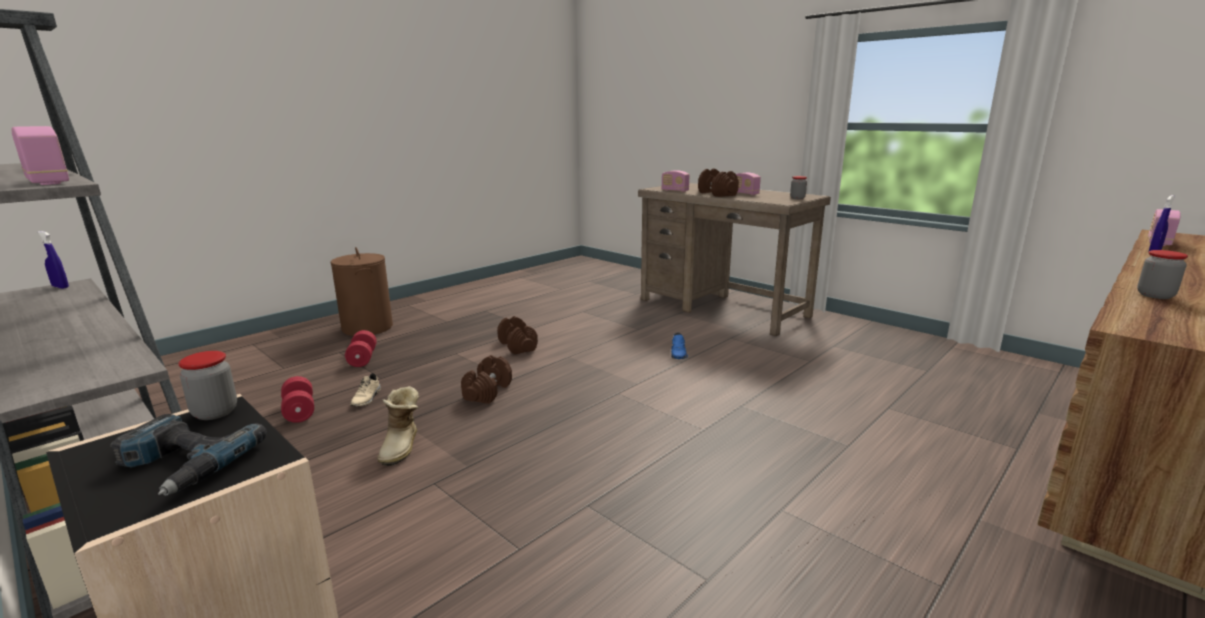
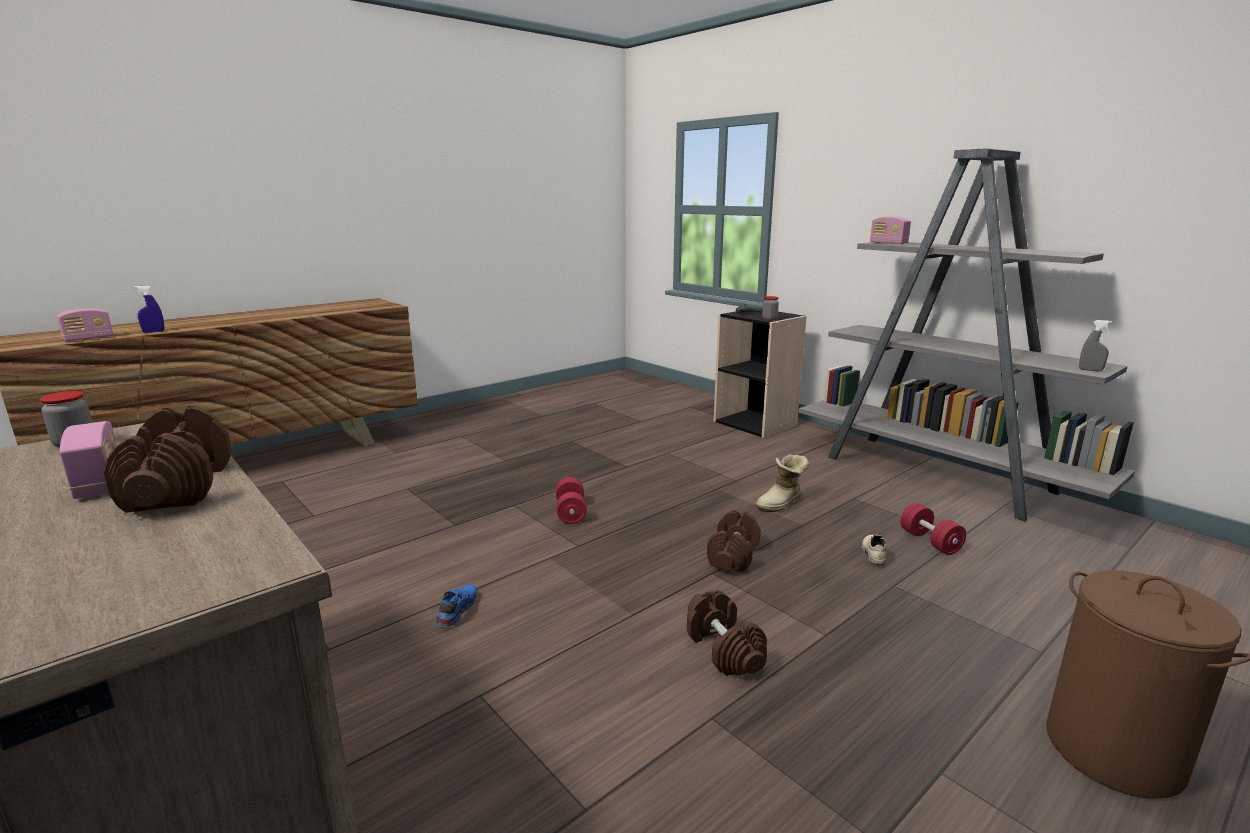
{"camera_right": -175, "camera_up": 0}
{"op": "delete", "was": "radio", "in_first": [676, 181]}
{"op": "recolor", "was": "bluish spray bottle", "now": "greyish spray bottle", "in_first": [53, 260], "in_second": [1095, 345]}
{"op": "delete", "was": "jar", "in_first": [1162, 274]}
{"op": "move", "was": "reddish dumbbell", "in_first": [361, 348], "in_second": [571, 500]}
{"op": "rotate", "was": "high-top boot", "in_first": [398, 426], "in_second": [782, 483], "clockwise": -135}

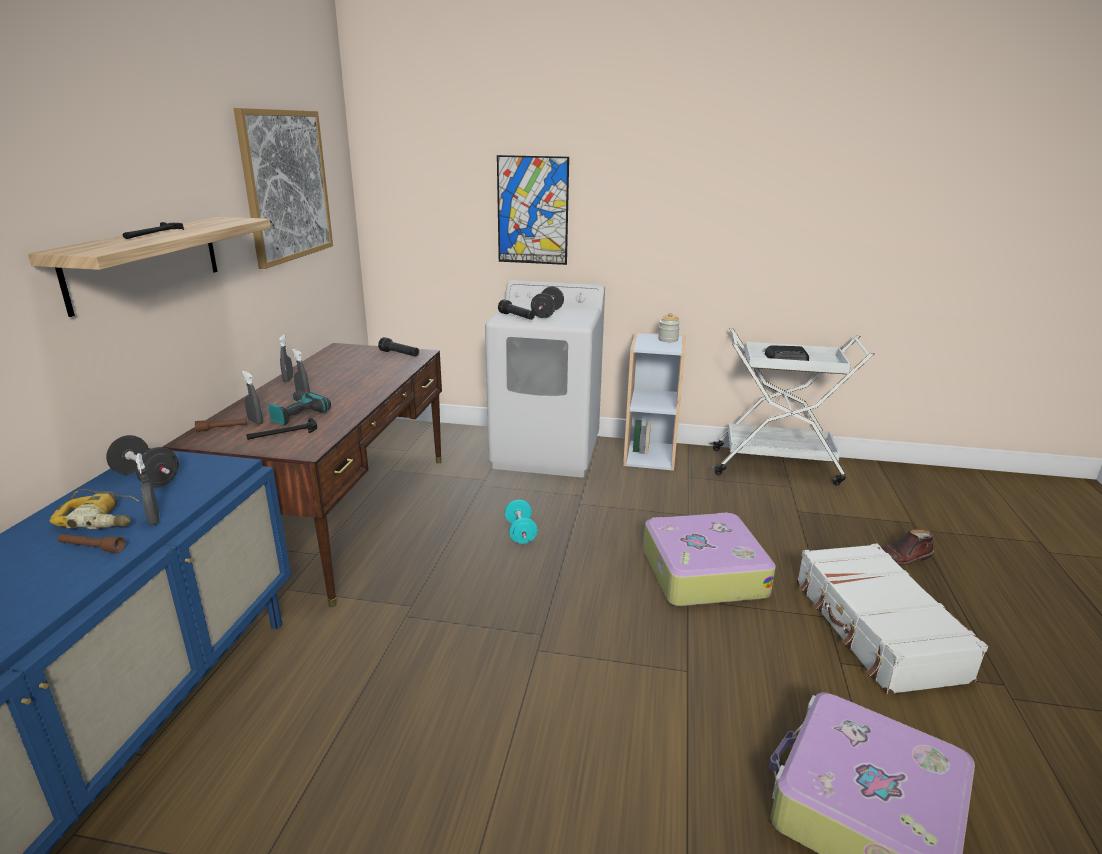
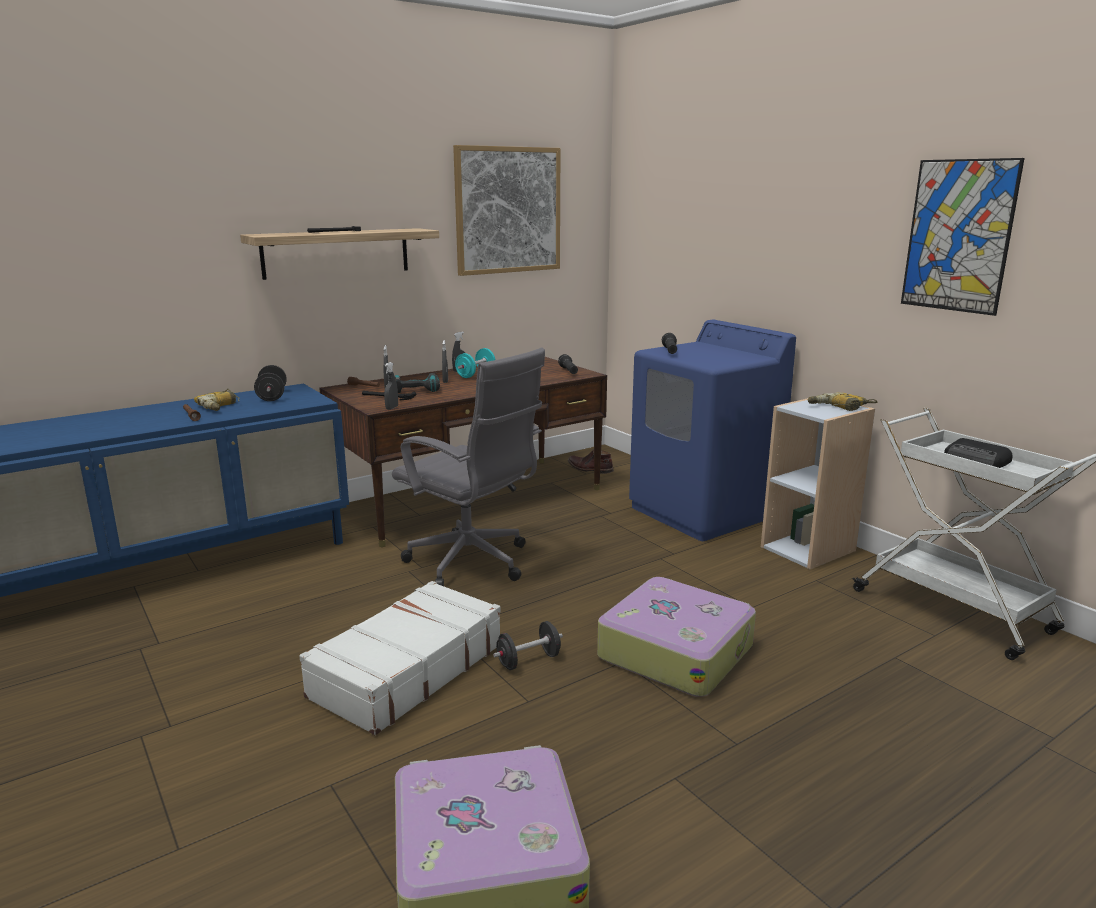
{"camera_right": 45, "camera_up": -5}
{"op": "move", "was": "wall art", "in_first": [533, 210], "in_second": [963, 237]}
{"op": "recolor", "was": "white laundry appliance", "now": "bluish laundry appliance", "in_first": [545, 378], "in_second": [712, 430]}
{"op": "move", "was": "black dumbbell", "in_first": [547, 302], "in_second": [528, 645]}
{"op": "replace", "was": "jar", "now": "electric drill", "in_first": [669, 327], "in_second": [842, 401]}
{"op": "move", "was": "greyish spray bottle", "in_first": [147, 489], "in_second": [391, 386]}
{"op": "move", "was": "turquoise-coloured dumbbell", "in_first": [521, 522], "in_second": [475, 363]}
{"op": "move", "was": "brownish high-top boot", "in_first": [907, 547], "in_second": [591, 461]}
{"op": "move", "was": "white suitcase", "in_first": [892, 619], "in_second": [400, 658]}
{"op": "insert", "now": "greyish desk chair", "in_second": [468, 467]}

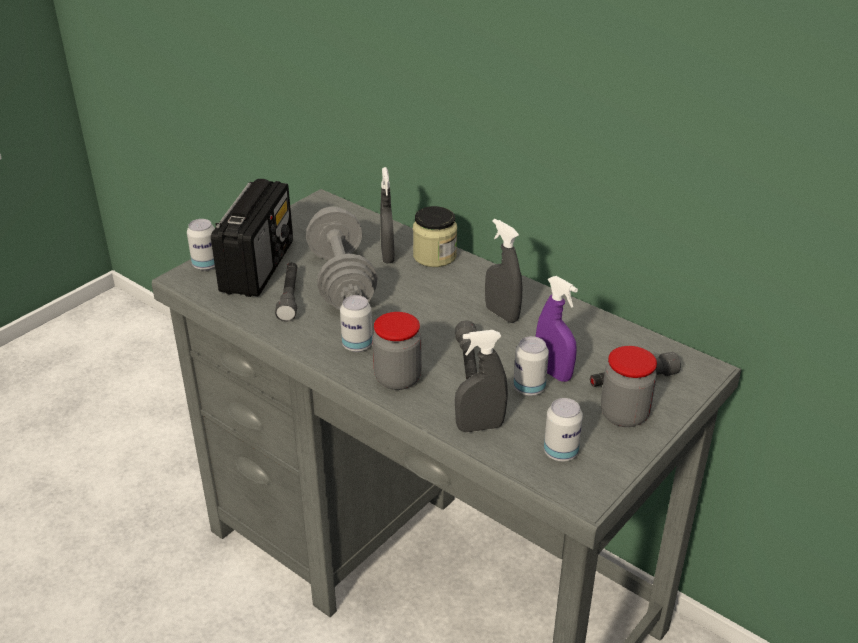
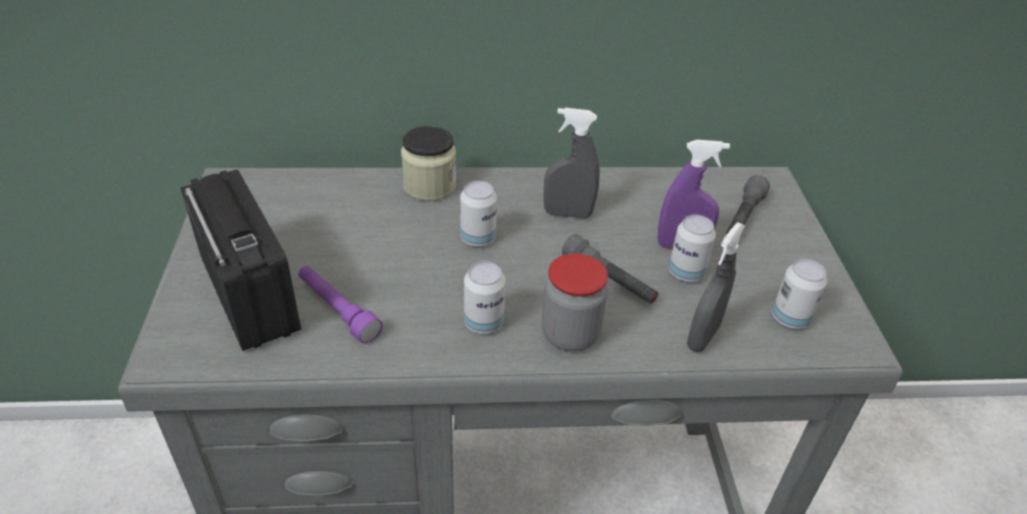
{"camera_right": -45, "camera_up": 5}
{"op": "delete", "was": "greyish spray bottle", "in_first": [387, 215]}
{"op": "delete", "was": "greyish dumbbell", "in_first": [341, 258]}
{"op": "move", "was": "can", "in_first": [201, 245], "in_second": [478, 214]}
{"op": "recolor", "was": "greyish hand torch", "now": "purple-coloured hand torch", "in_first": [286, 292], "in_second": [340, 305]}
{"op": "delete", "was": "jar", "in_first": [629, 386]}

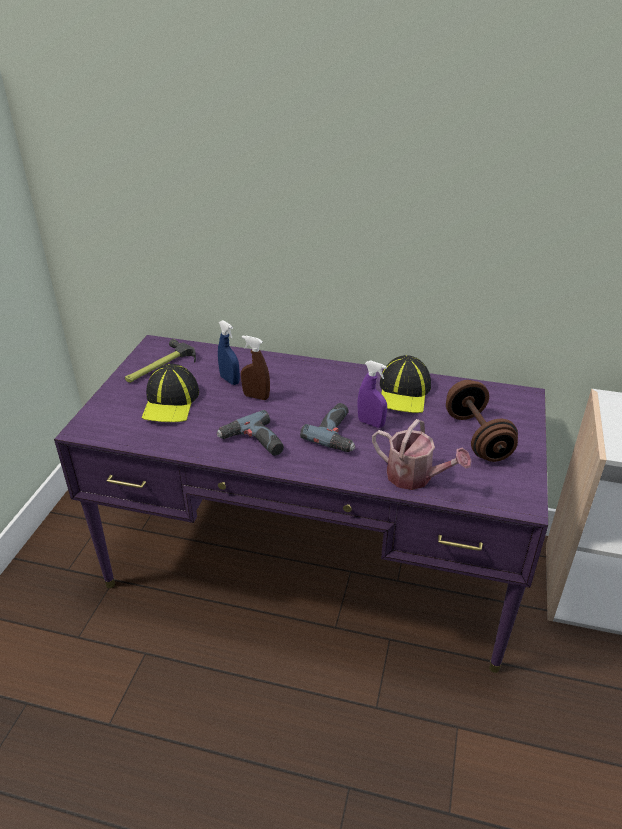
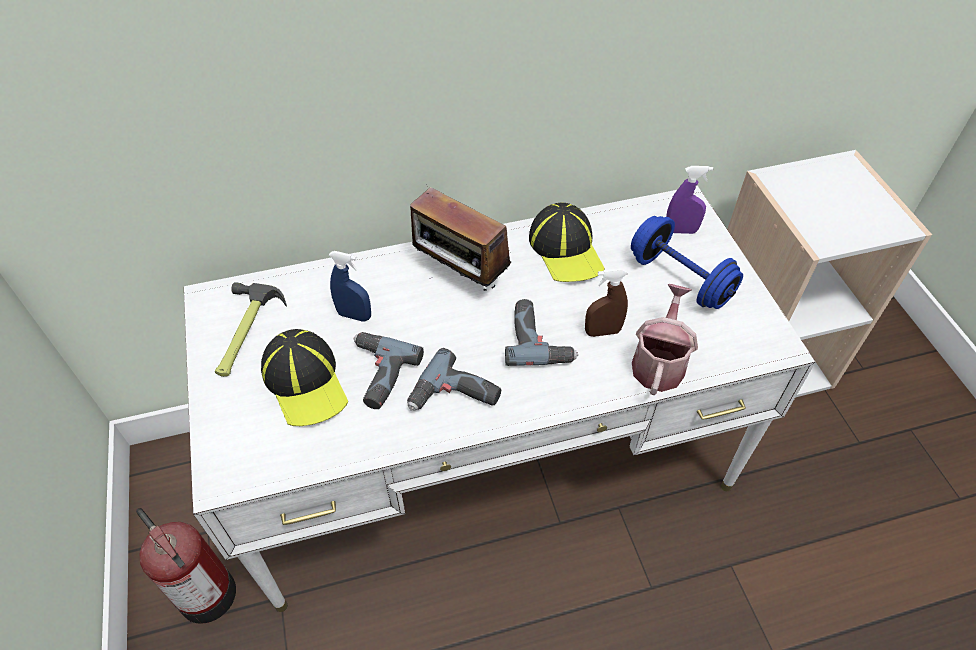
{"camera_right": -30, "camera_up": 15}
{"op": "recolor", "was": "purple-coloured desk unit", "now": "white desk unit", "in_first": [301, 504], "in_second": [499, 399]}
{"op": "move", "was": "brownish spray bottle", "in_first": [255, 367], "in_second": [606, 302]}
{"op": "move", "was": "purple-coloured spray bottle", "in_first": [372, 394], "in_second": [689, 200]}
{"op": "recolor", "was": "brownish dumbbell", "now": "bluish dumbbell", "in_first": [482, 421], "in_second": [687, 262]}
{"op": "rotate", "was": "watering pot", "in_first": [421, 454], "in_second": [665, 339], "clockwise": -75}
{"op": "insert", "now": "radio", "in_second": [460, 238]}
{"op": "insert", "now": "electric drill", "in_second": [388, 370]}
{"op": "insert", "now": "fire-fighting cylinder", "in_second": [186, 566]}

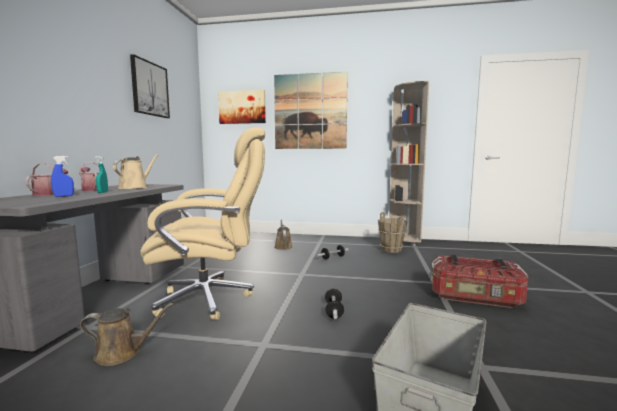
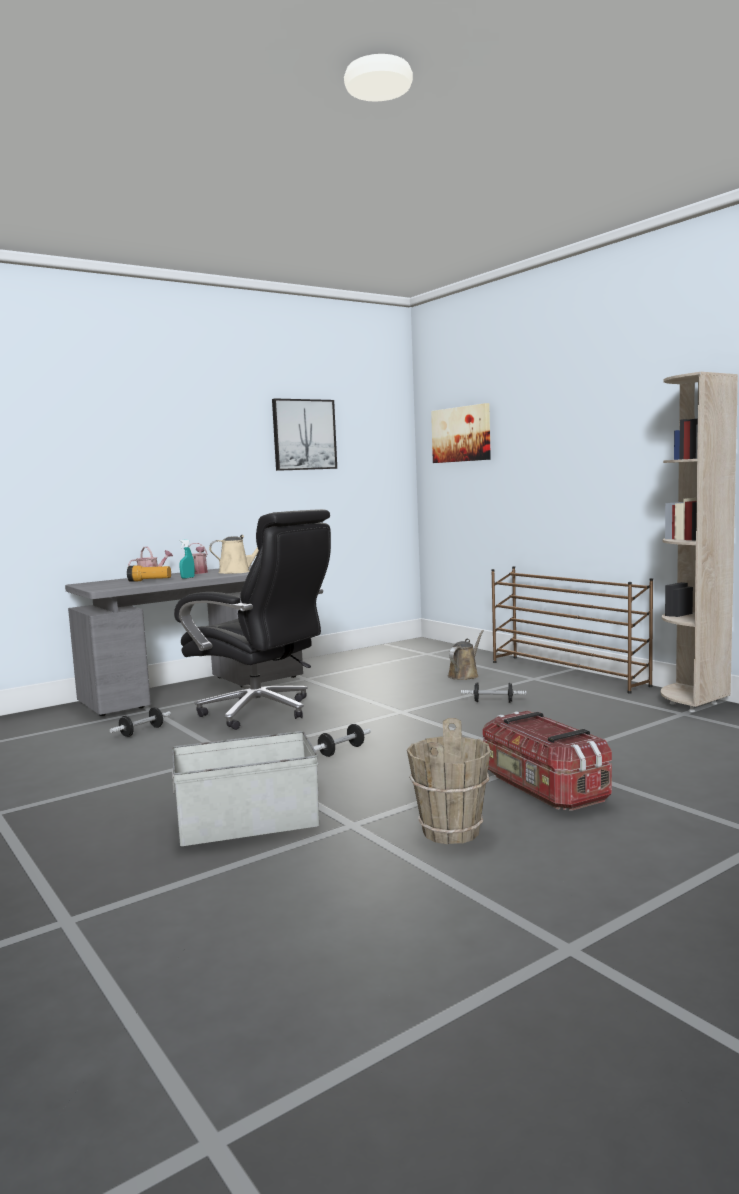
{"camera_right": 45, "camera_up": 0}
{"op": "delete", "was": "wall art", "in_first": [311, 110]}
{"op": "recolor", "was": "sand-coloured desk chair", "now": "black desk chair", "in_first": [202, 223], "in_second": [252, 619]}
{"op": "replace", "was": "bluish spray bottle", "now": "hand torch", "in_first": [62, 176], "in_second": [149, 573]}
{"op": "move", "was": "brownish bucket", "in_first": [392, 232], "in_second": [448, 781]}
{"op": "replace", "was": "brownish watering pot", "now": "dumbbell", "in_first": [127, 334], "in_second": [140, 722]}
{"op": "insert", "now": "brownish shoe stand", "in_second": [572, 630]}

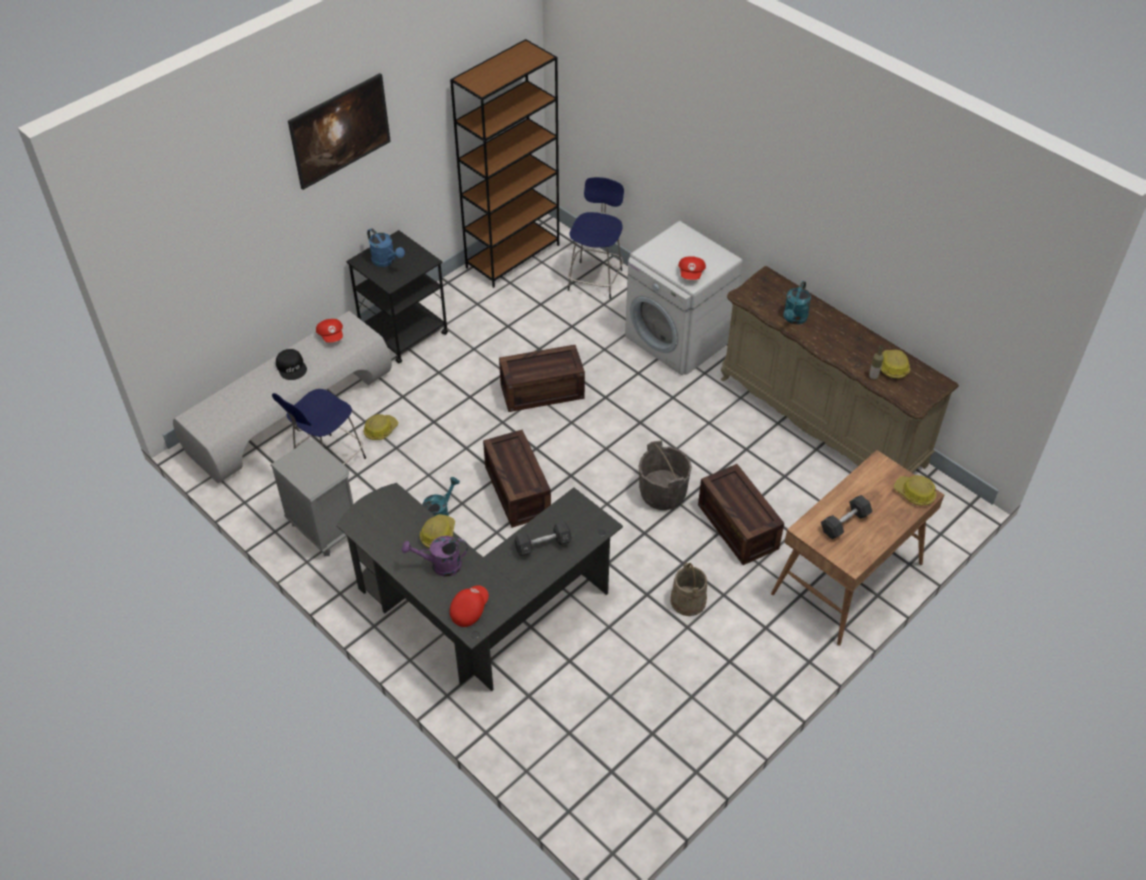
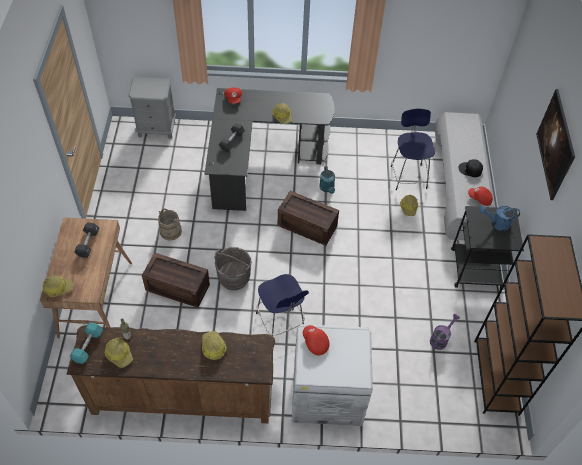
{"camera_right": 135, "camera_up": 5}
{"op": "move", "was": "bluish stool seat", "in_first": [596, 238], "in_second": [282, 305]}
{"op": "replace", "was": "turquoise-coloured watering pot", "now": "hard hat", "in_first": [797, 302], "in_second": [214, 345]}
{"op": "delete", "was": "crate", "in_first": [542, 378]}
{"op": "move", "was": "greyish night table", "in_first": [312, 498], "in_second": [152, 108]}
{"op": "move", "was": "purple-coloured watering pot", "in_first": [435, 556], "in_second": [445, 332]}
{"op": "insert", "now": "turquoise-coloured dumbbell", "in_second": [86, 343]}

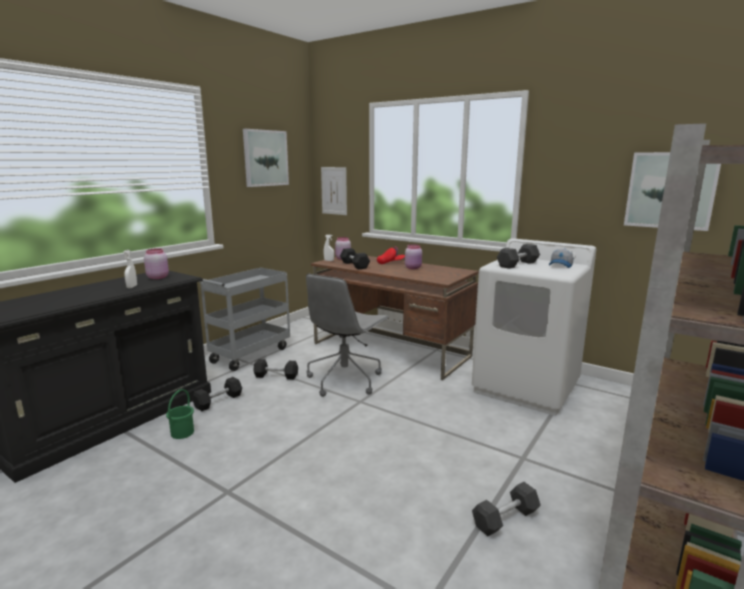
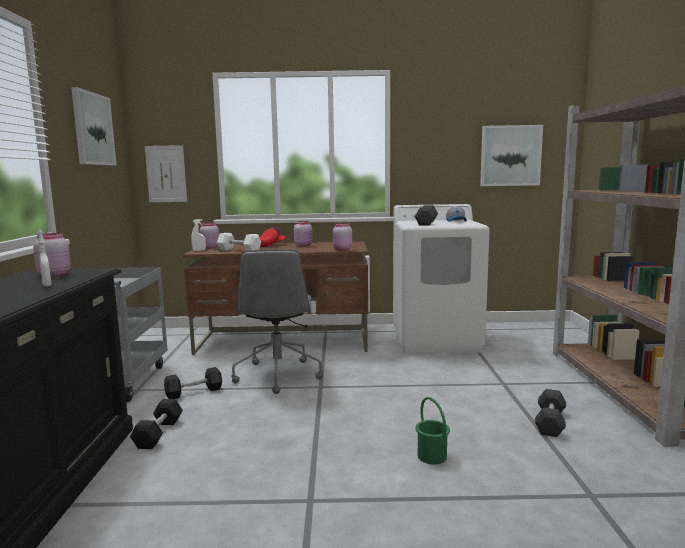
{"camera_right": -35, "camera_up": -5}
{"op": "recolor", "was": "black dumbbell", "now": "white dumbbell", "in_first": [355, 258], "in_second": [239, 242]}
{"op": "move", "was": "green-coloured bucket", "in_first": [180, 414], "in_second": [432, 431]}
{"op": "insert", "now": "pink jar", "in_second": [342, 237]}

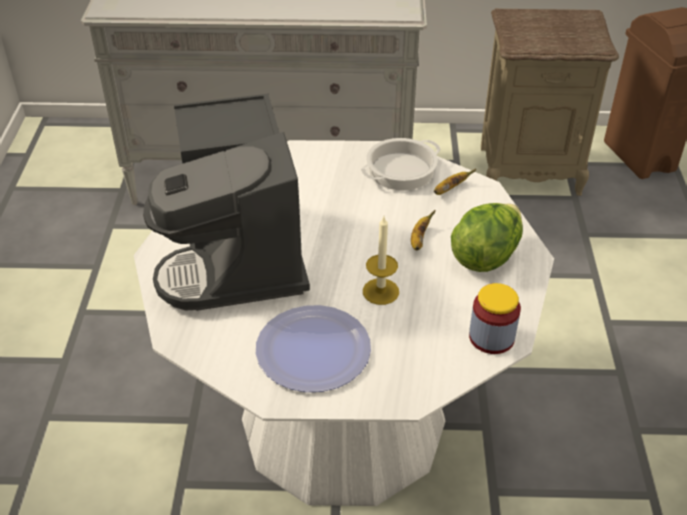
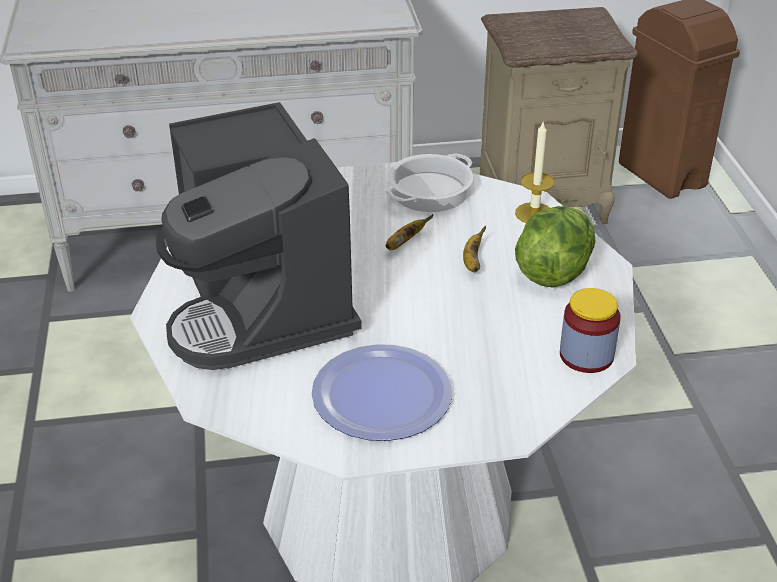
{"camera_right": -10, "camera_up": -5}
{"op": "move", "was": "whole banana", "in_first": [455, 182], "in_second": [409, 232]}
{"op": "move", "was": "wax light", "in_first": [381, 261], "in_second": [535, 171]}

